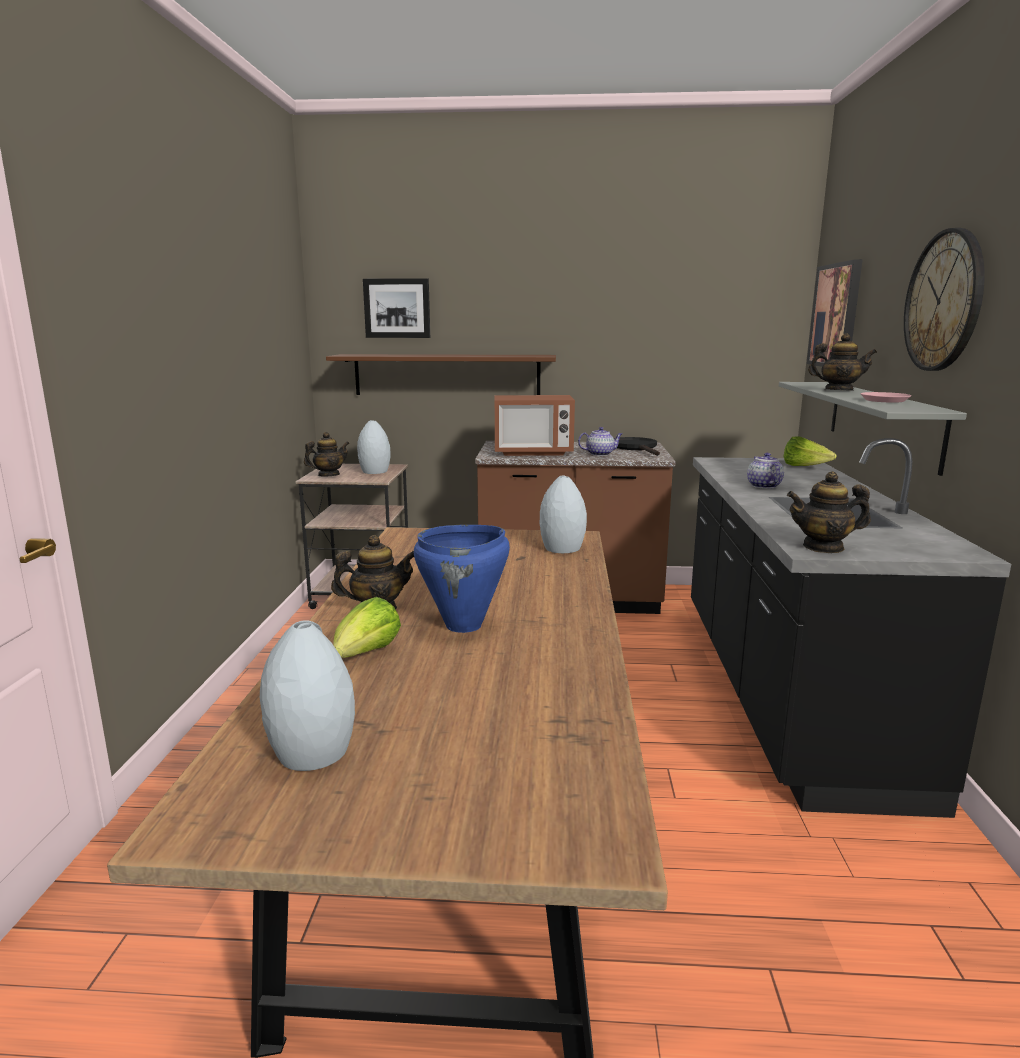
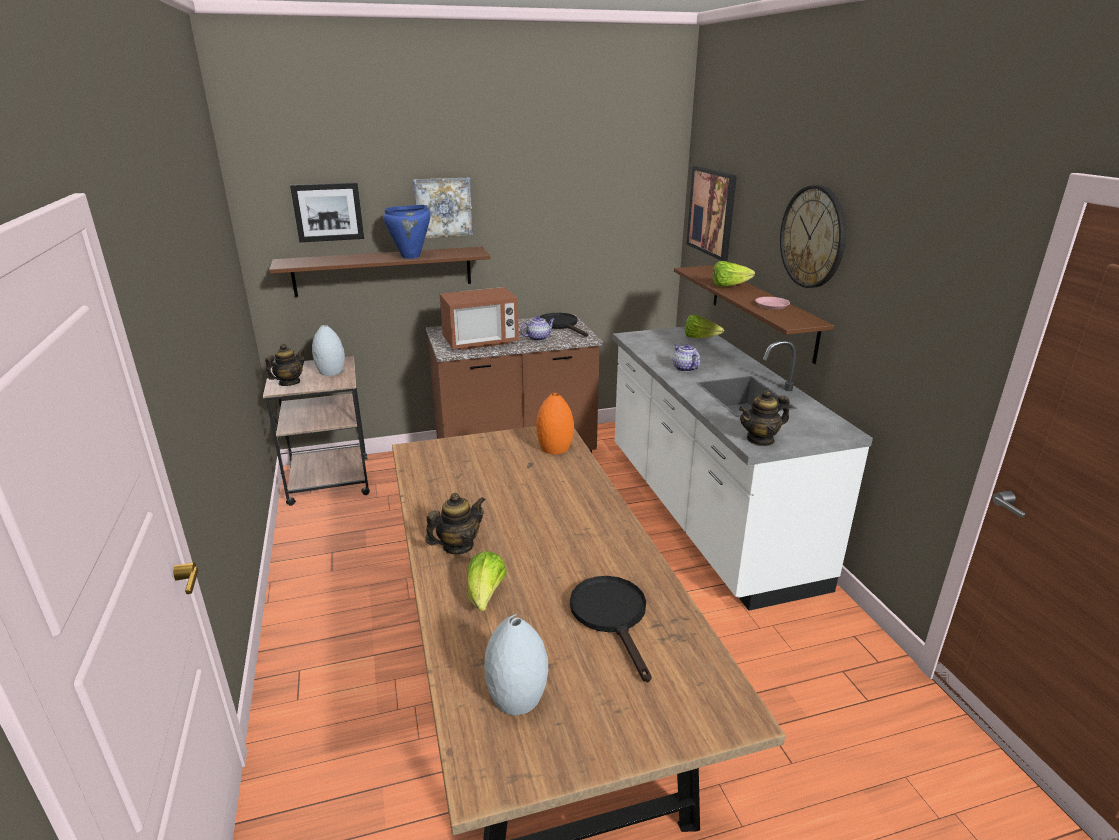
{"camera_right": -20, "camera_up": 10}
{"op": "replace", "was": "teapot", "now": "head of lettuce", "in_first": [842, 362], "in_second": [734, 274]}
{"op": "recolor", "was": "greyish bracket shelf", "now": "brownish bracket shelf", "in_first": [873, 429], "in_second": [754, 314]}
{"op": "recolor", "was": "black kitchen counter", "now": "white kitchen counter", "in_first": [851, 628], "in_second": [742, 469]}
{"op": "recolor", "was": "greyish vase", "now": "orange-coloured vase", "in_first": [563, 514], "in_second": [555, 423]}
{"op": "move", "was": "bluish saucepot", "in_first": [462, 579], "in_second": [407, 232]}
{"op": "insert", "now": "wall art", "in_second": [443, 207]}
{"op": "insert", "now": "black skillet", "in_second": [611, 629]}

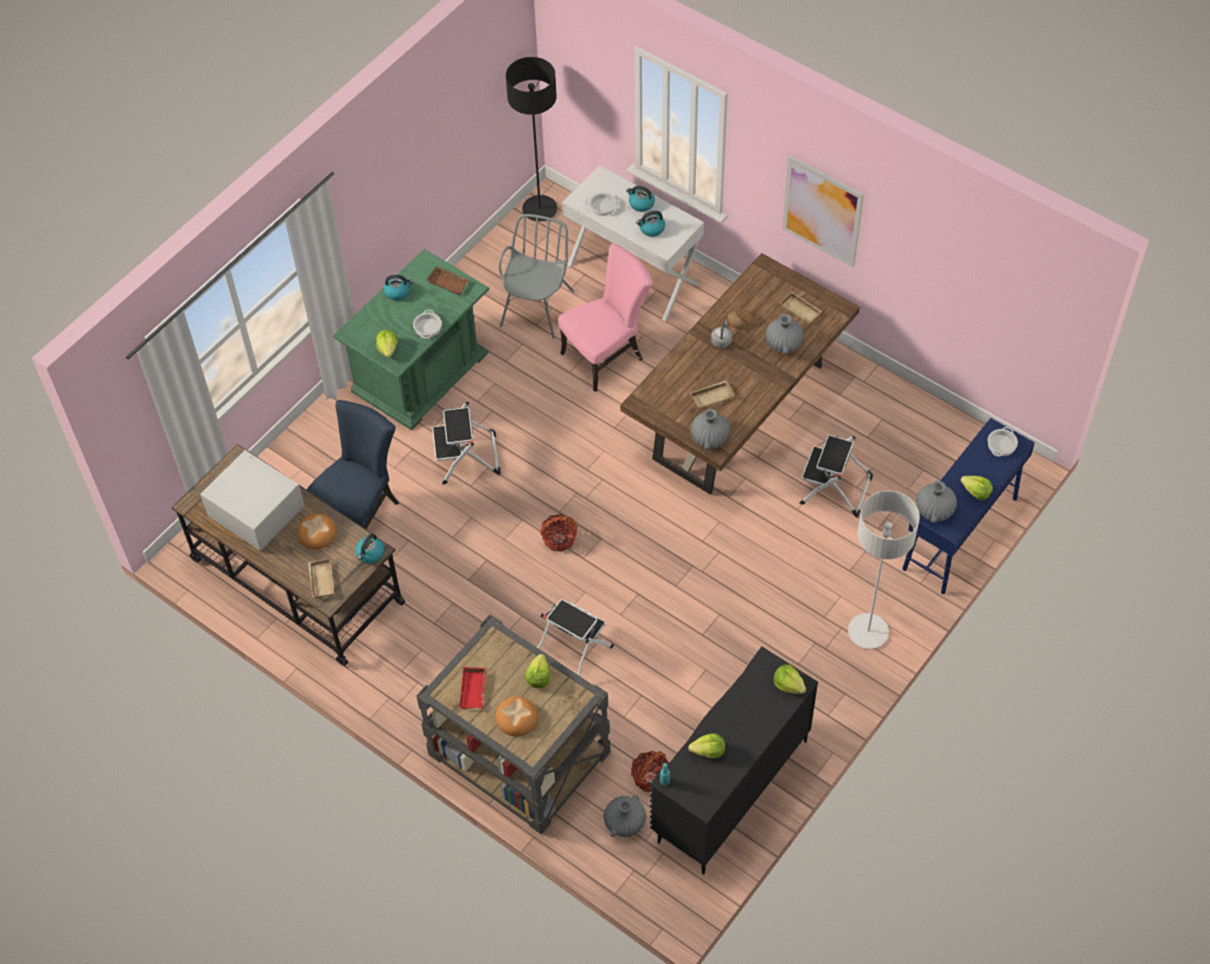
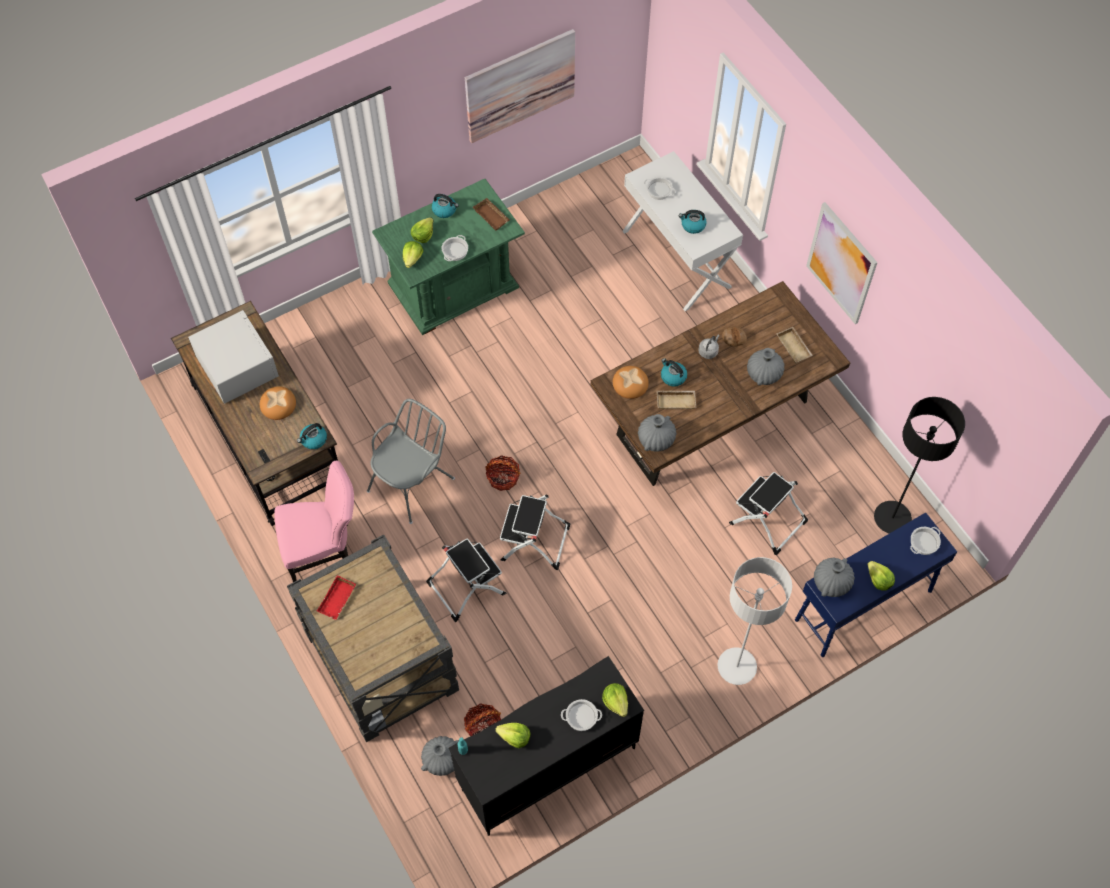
{"camera_right": 20, "camera_up": 5}
{"op": "move", "was": "black floor lamp", "in_first": [531, 139], "in_second": [919, 465]}
{"op": "move", "was": "tea kettle", "in_first": [640, 199], "in_second": [674, 372]}
{"op": "move", "was": "greyish plain chair", "in_first": [537, 277], "in_second": [411, 461]}
{"op": "move", "was": "pink plain chair", "in_first": [605, 317], "in_second": [314, 521]}
{"op": "delete", "was": "bluish plain chair", "in_first": [353, 464]}
{"op": "move", "was": "step stool", "in_first": [466, 443], "in_second": [535, 532]}
{"op": "delete", "was": "sand-coloured carrying tray", "in_first": [321, 578]}
{"op": "move", "was": "head of lettuce", "in_first": [538, 671], "in_second": [422, 230]}
{"op": "move", "was": "baked bread", "in_first": [517, 716], "in_second": [631, 382]}
{"op": "insert", "now": "wall art", "in_second": [520, 86]}
{"op": "insert", "now": "saucepot", "in_second": [581, 715]}

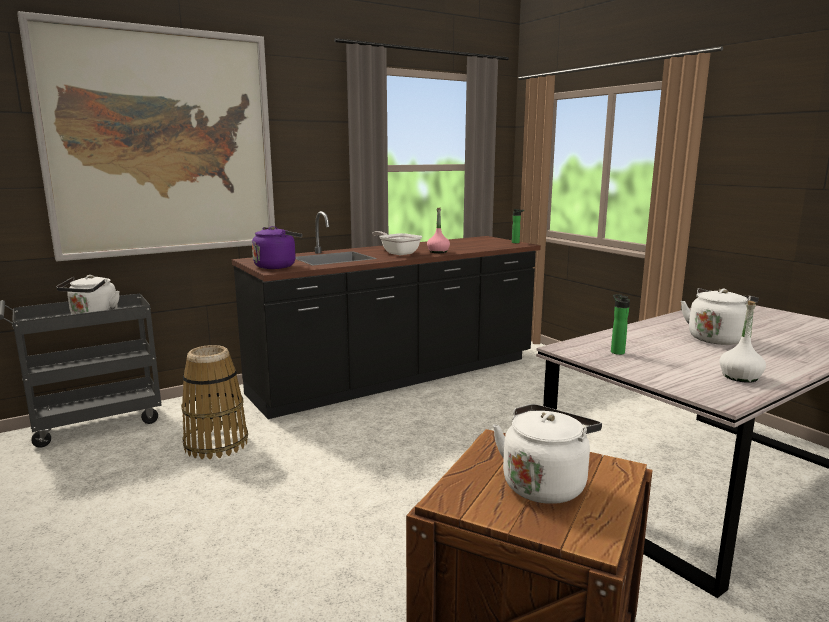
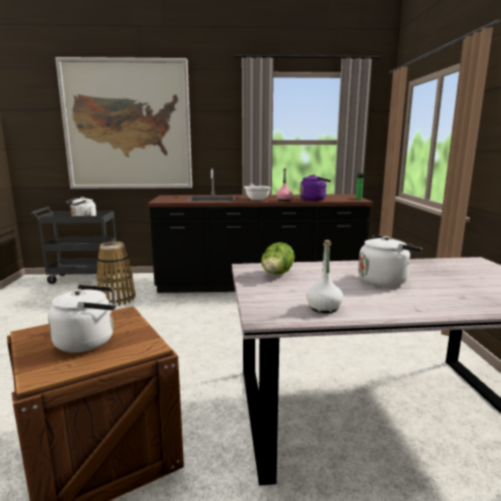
{"camera_right": 30, "camera_up": 0}
{"op": "move", "was": "purple-coloured tea kettle", "in_first": [277, 247], "in_second": [315, 187]}
{"op": "replace", "was": "drink bottle", "now": "head of lettuce", "in_first": [620, 324], "in_second": [278, 258]}

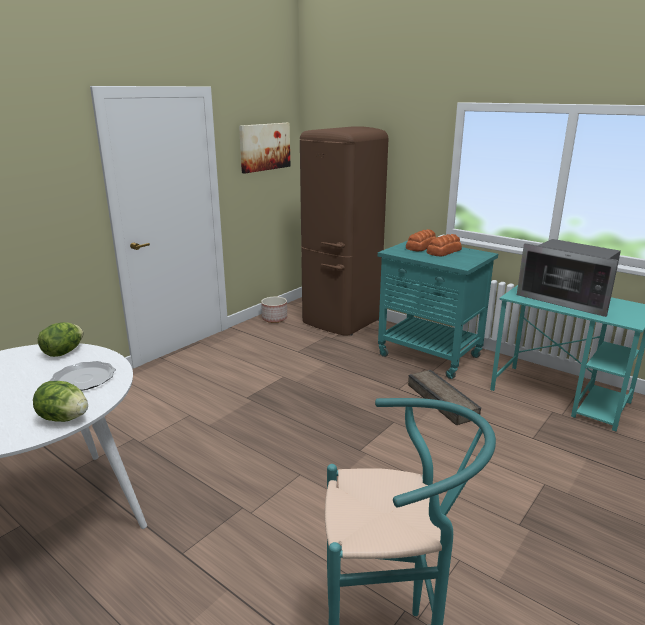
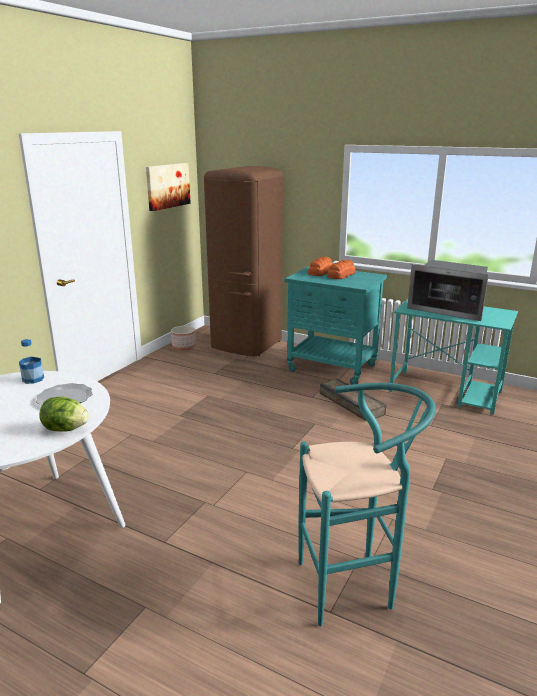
{"camera_right": -10, "camera_up": 0}
{"op": "replace", "was": "head of lettuce", "now": "drink bottle", "in_first": [61, 339], "in_second": [31, 361]}

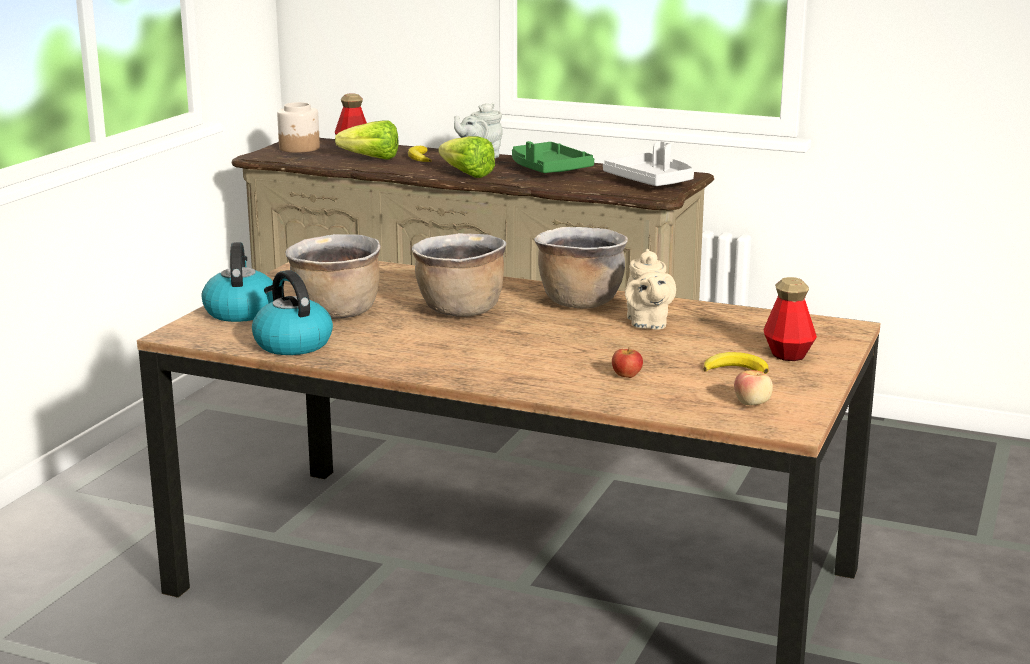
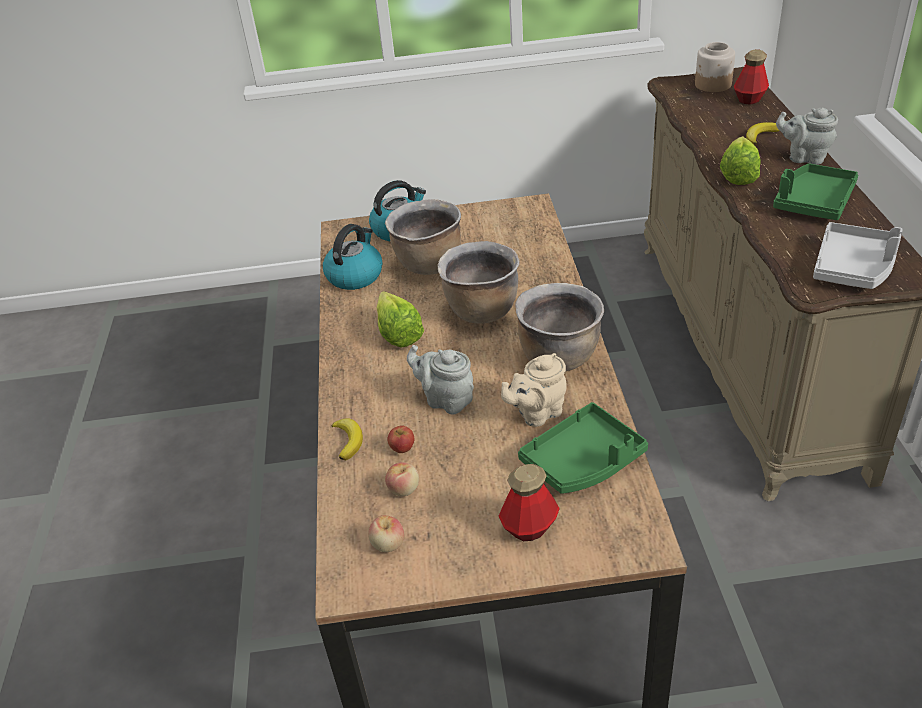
{"camera_right": 65, "camera_up": 20}
{"op": "move", "was": "head of lettuce", "in_first": [367, 140], "in_second": [400, 319]}
{"op": "move", "was": "whole banana", "in_first": [736, 363], "in_second": [347, 439]}
{"op": "insert", "now": "greyish teapot", "in_second": [440, 380]}
{"op": "insert", "now": "green-coloured carrying tray", "in_second": [583, 448]}
{"op": "insert", "now": "apple", "in_second": [402, 479]}

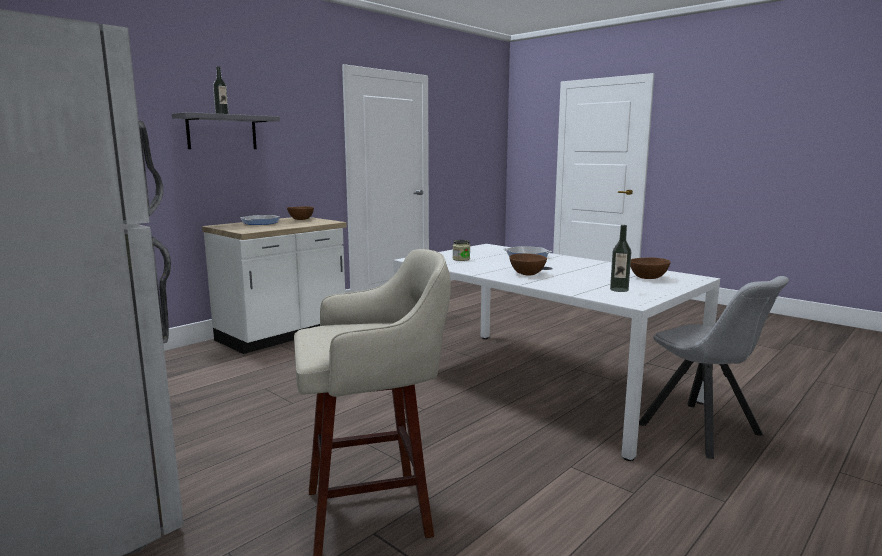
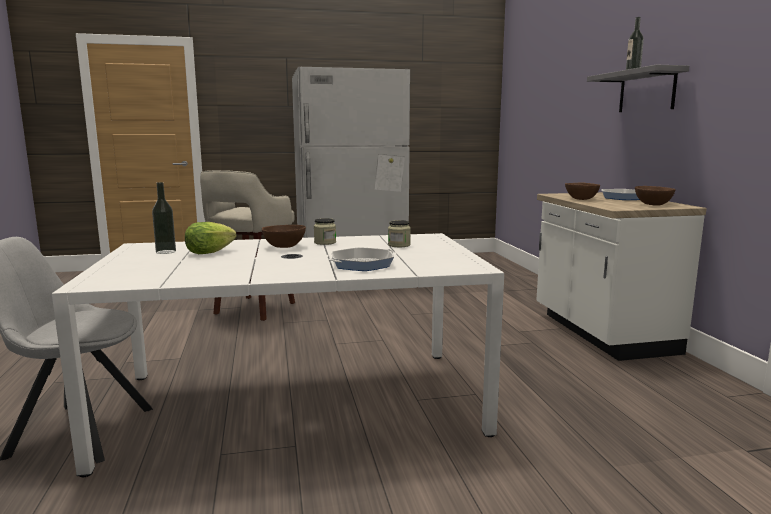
{"camera_right": 125, "camera_up": 0}
{"op": "move", "was": "brownish deep dish", "in_first": [650, 268], "in_second": [582, 191]}
{"op": "insert", "now": "jar", "in_second": [325, 231]}
{"op": "insert", "now": "head of lettuce", "in_second": [211, 238]}

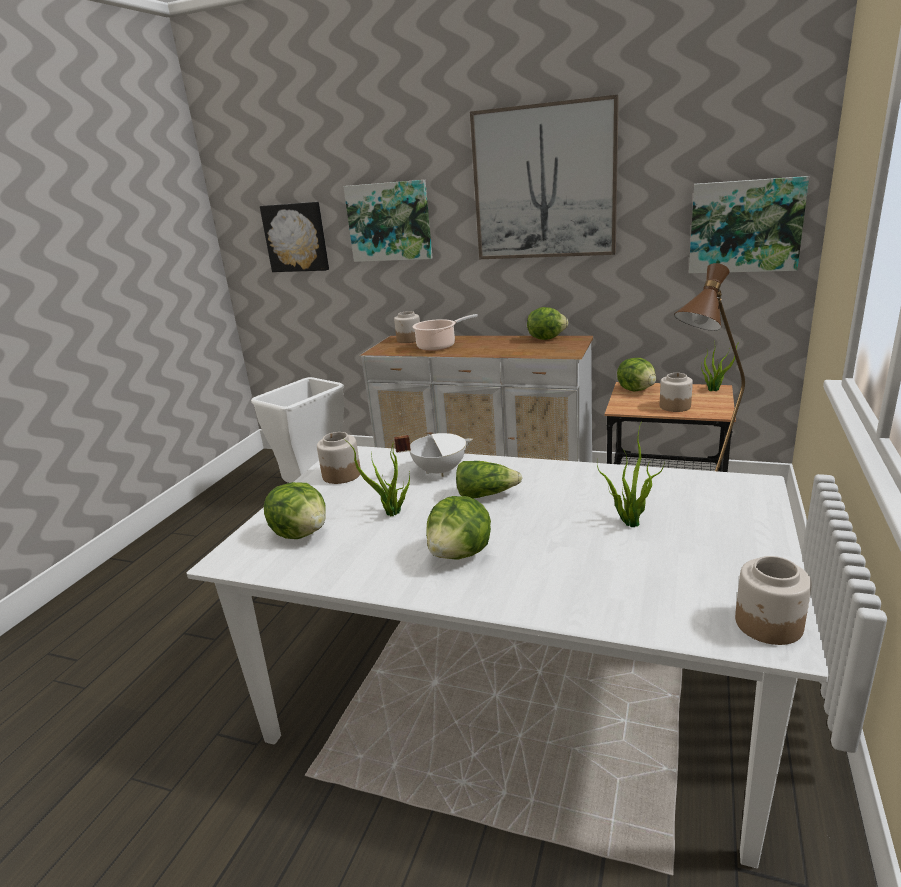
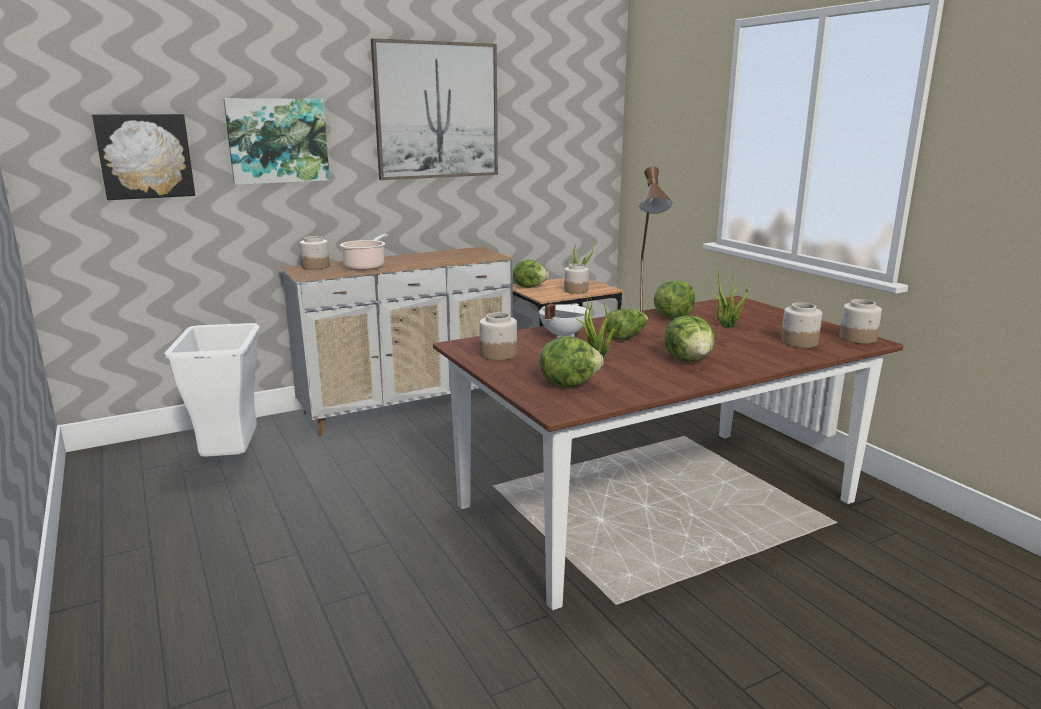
{"camera_right": -50, "camera_up": -5}
{"op": "delete", "was": "wall art", "in_first": [749, 224]}
{"op": "move", "was": "head of lettuce", "in_first": [548, 323], "in_second": [674, 299]}
{"op": "recolor", "was": "white dinner table", "now": "brownish dinner table", "in_first": [508, 657], "in_second": [668, 453]}
{"op": "insert", "now": "jar", "in_second": [801, 325]}

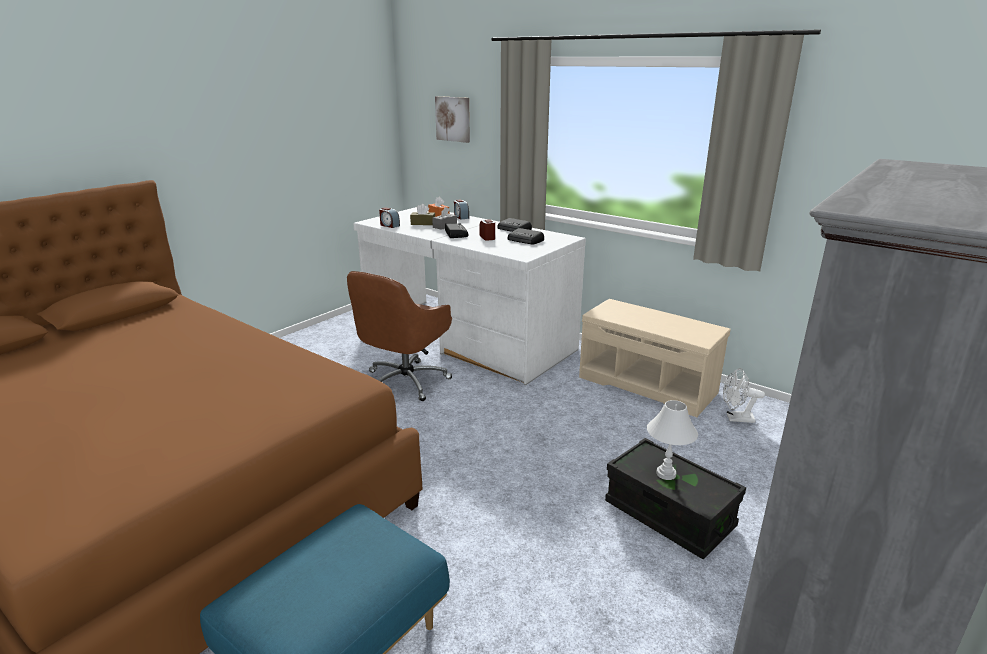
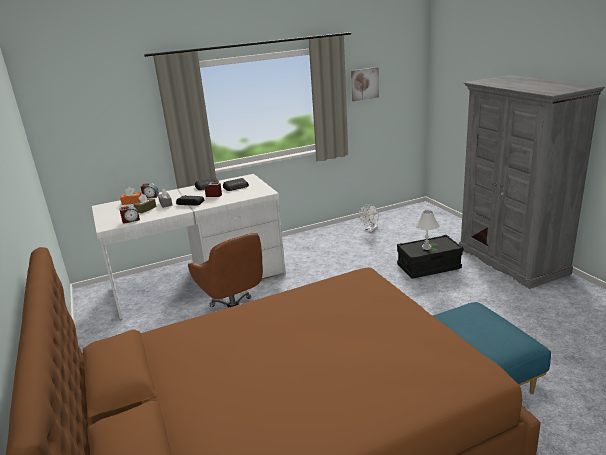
{"camera_right": -60, "camera_up": 0}
{"op": "move", "was": "wall art", "in_first": [452, 119], "in_second": [365, 84]}
{"op": "delete", "was": "sand-coloured indoor bench", "in_first": [654, 358]}

